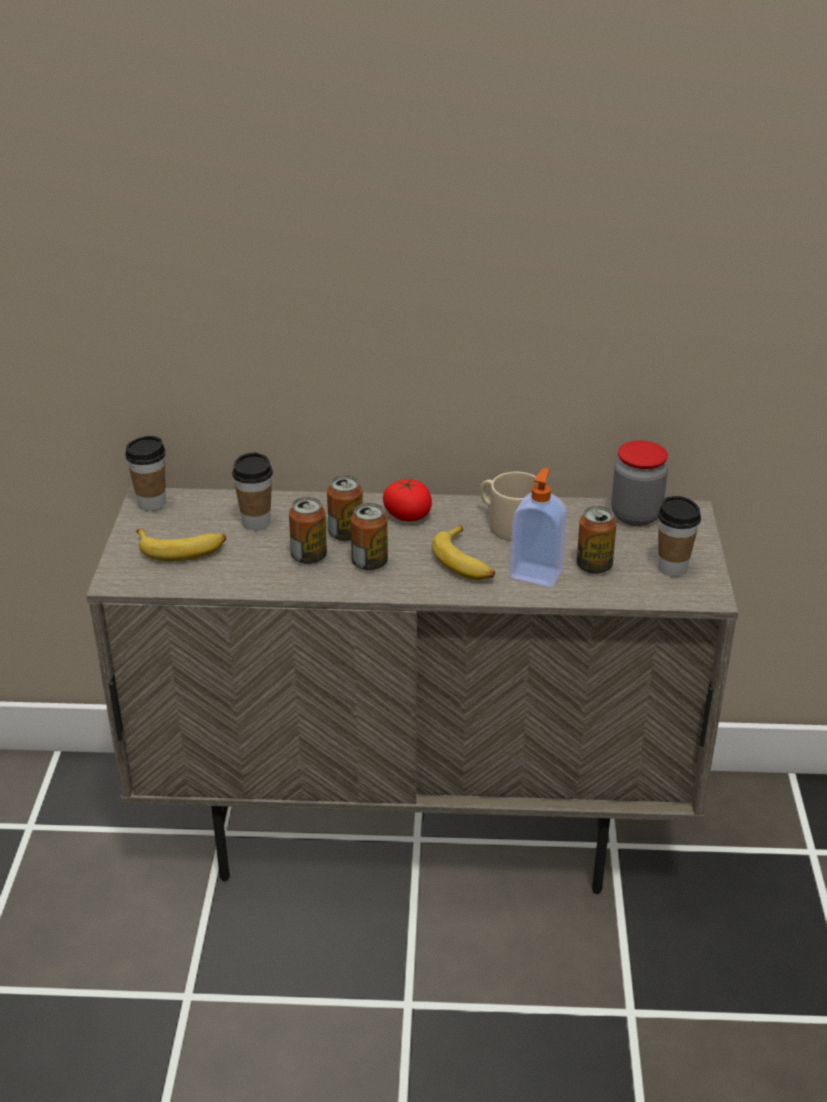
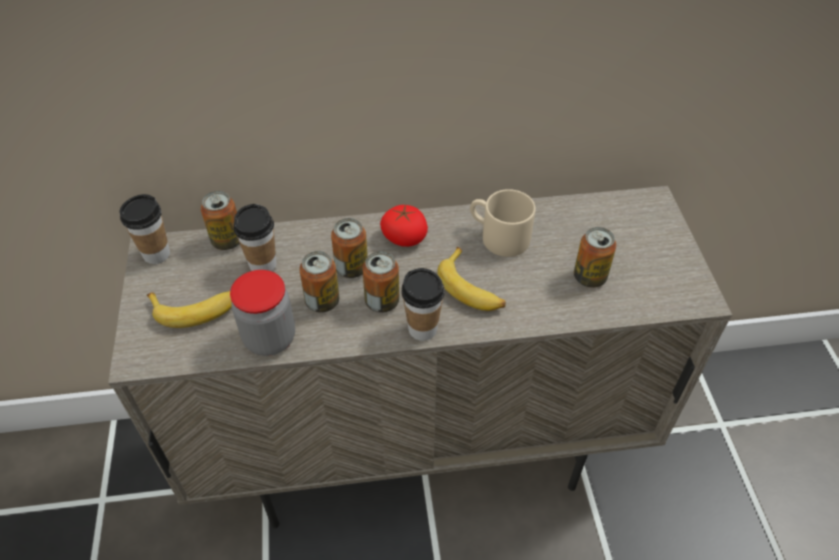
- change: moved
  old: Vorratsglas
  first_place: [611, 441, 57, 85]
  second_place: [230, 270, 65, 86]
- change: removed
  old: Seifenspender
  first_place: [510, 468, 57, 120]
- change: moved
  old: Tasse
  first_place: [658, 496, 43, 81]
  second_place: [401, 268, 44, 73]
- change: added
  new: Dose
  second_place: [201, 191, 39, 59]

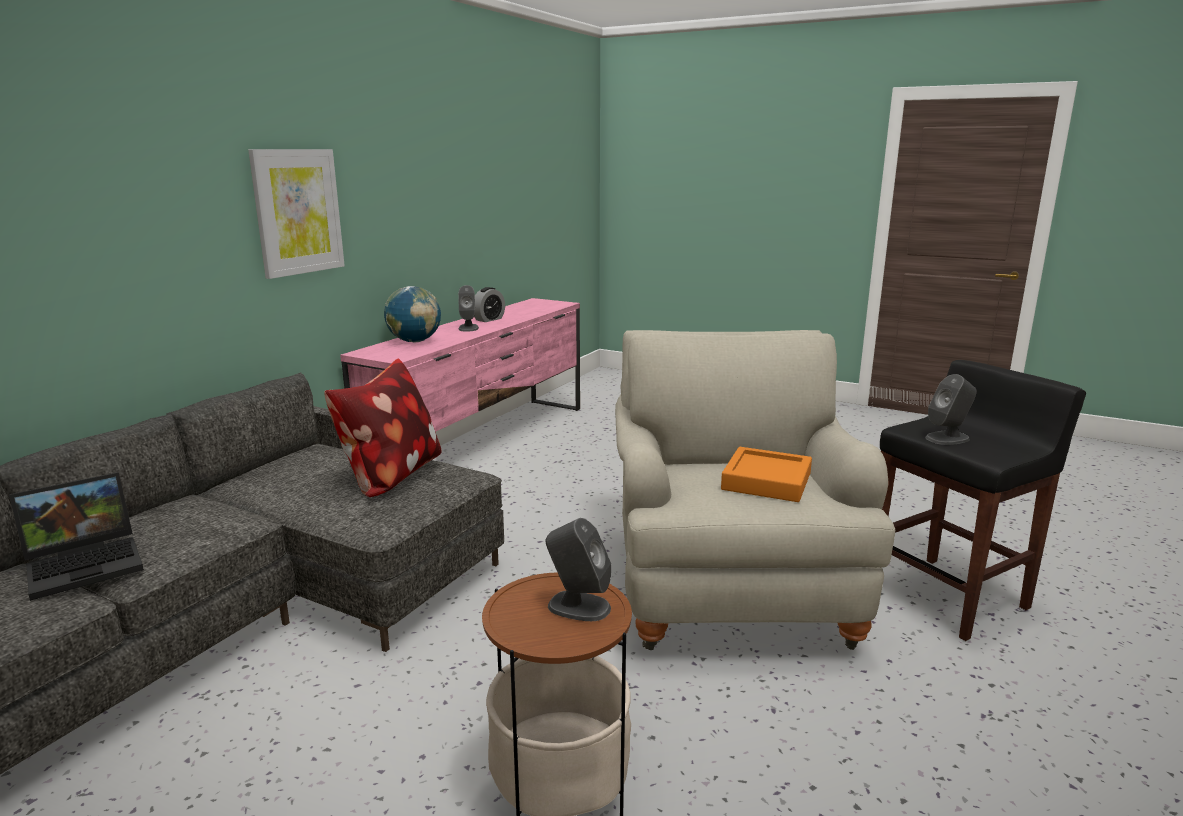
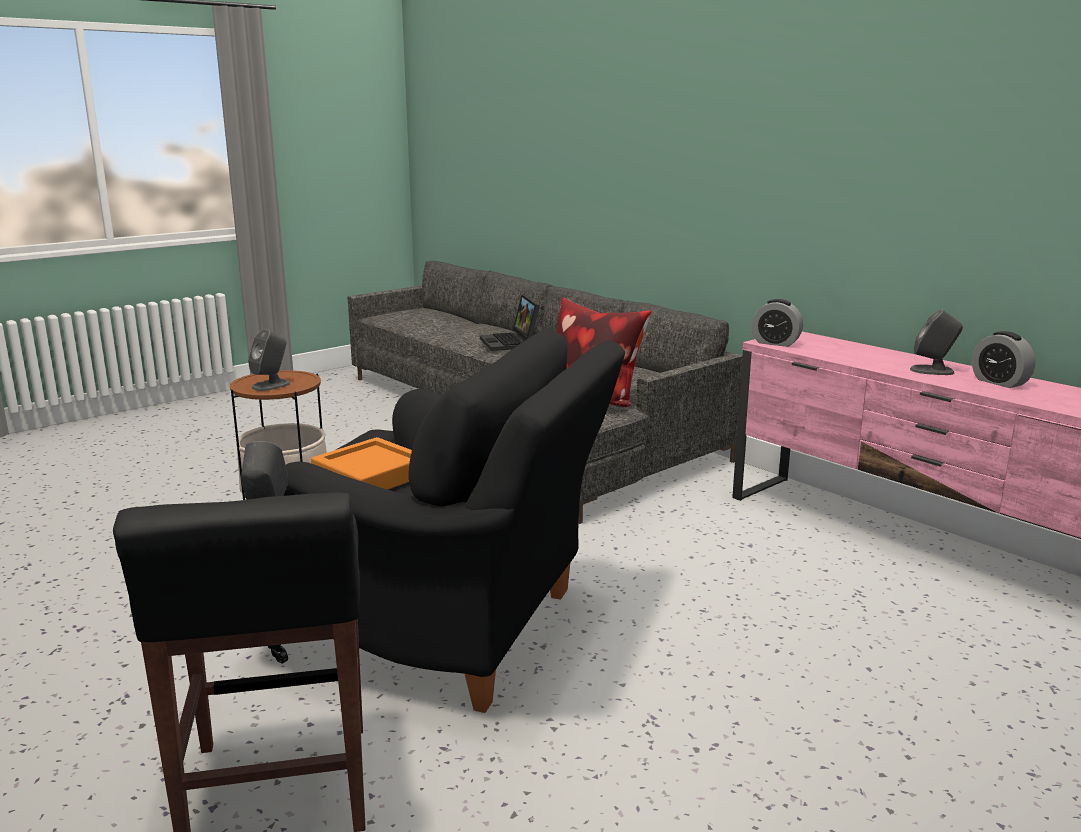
- change: removed
  old: Bild
  first_place: [248, 149, 97, 130]
- change: removed
  old: Globus
  first_place: [384, 286, 57, 56]
- change: recoloured
  old: Sessel [beige]
  new: Sessel [schwarz]
  first_place: [615, 330, 280, 320]
  second_place: [268, 328, 357, 385]
- change: added
  new: Wecker
  second_place: [751, 299, 52, 48]

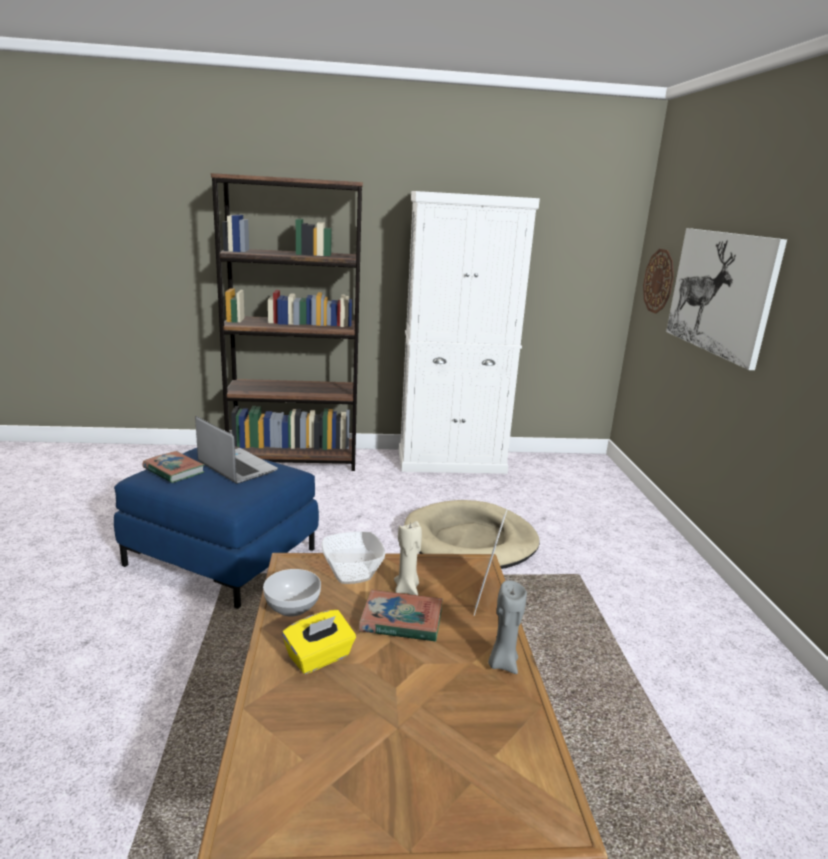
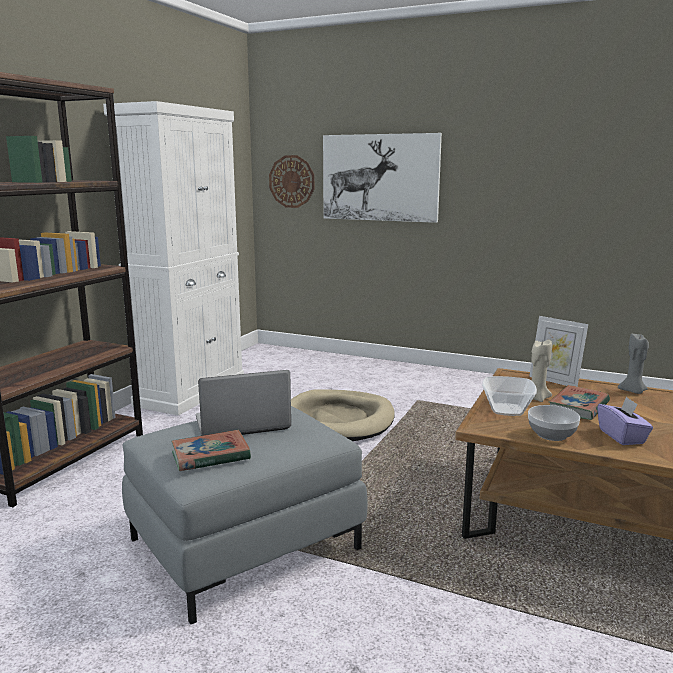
- change: recoloured
  old: Polsterhocker [blau]
  new: Polsterhocker [grau]
  first_place: [114, 448, 205, 161]
  second_place: [122, 406, 246, 218]
- change: recoloured
  old: Taschentuchbox [gelb]
  new: Taschentuchbox [lila]
  first_place: [282, 610, 74, 64]
  second_place: [597, 396, 56, 49]

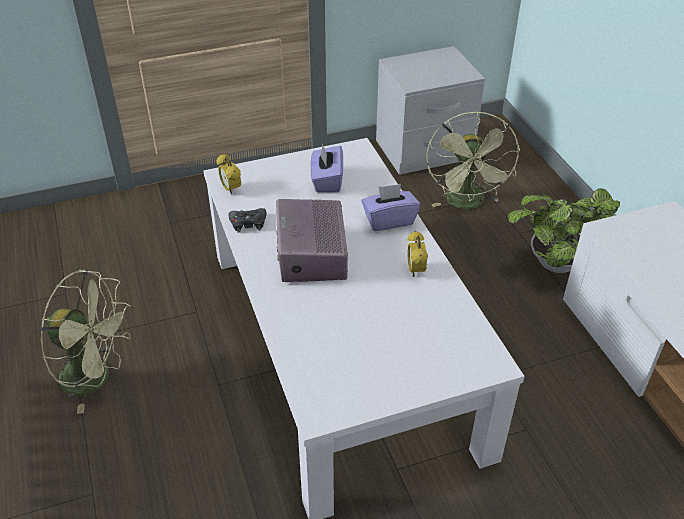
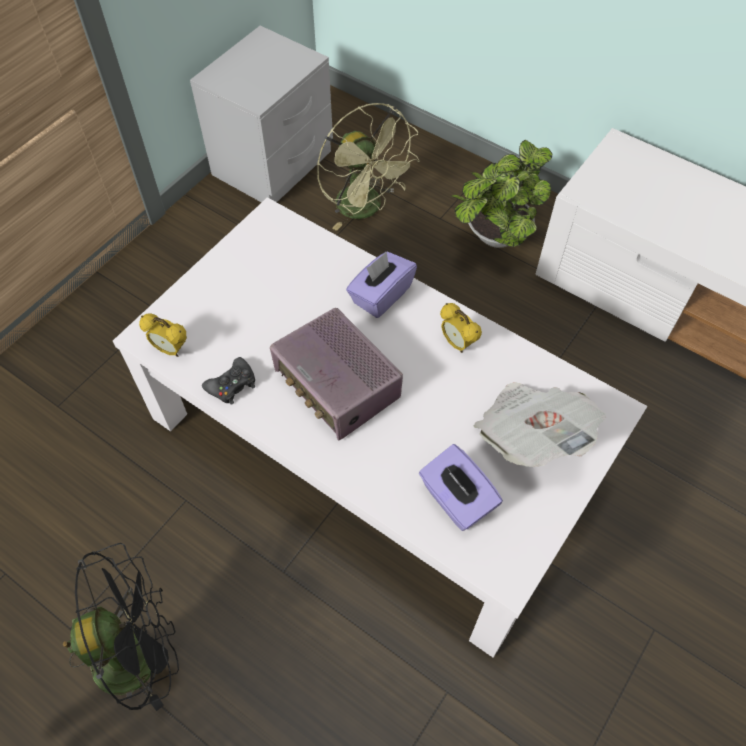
- change: moved
  old: Taschentuchbox [lila]
  first_place: [311, 143, 32, 49]
  second_place: [419, 444, 84, 87]
- change: recoloured
  old: Ventilator [grün]
  new: Ventilator [schwarz]
  first_place: [40, 269, 91, 145]
  second_place: [63, 543, 116, 168]
- change: added
  new: Zeitung
  second_place: [473, 382, 133, 85]

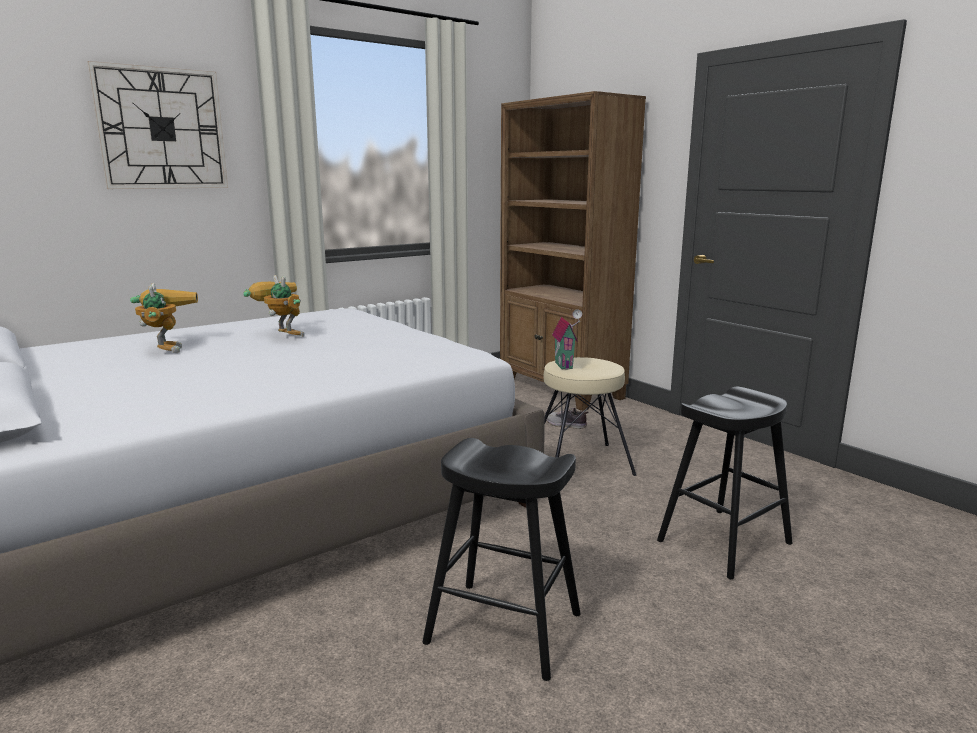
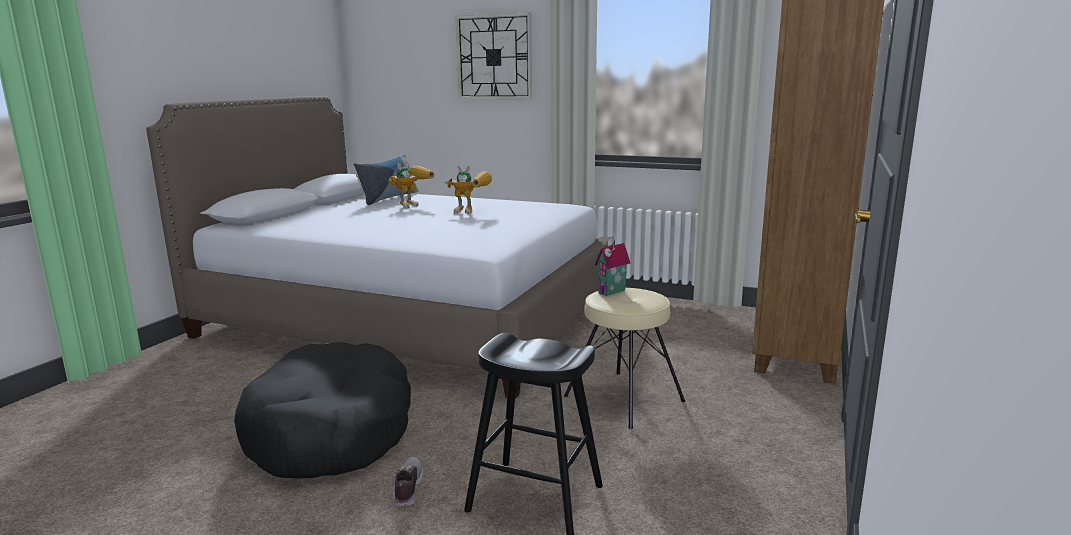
- change: turned
  old: Spielzeugroboter
  first_place: [243, 275, 62, 62]
  second_place: [445, 166, 47, 48]
  degrees: 90
- change: moved
  old: Schuh
  first_place: [544, 407, 44, 22]
  second_place: [394, 456, 30, 51]
- change: replaced
  old: Hocker [schwarz]
  new: Hundebett [schwarz]
  first_place: [422, 438, 159, 243]
  second_place: [234, 342, 177, 136]
- change: added
  new: Kissen
  second_place: [353, 154, 66, 51]

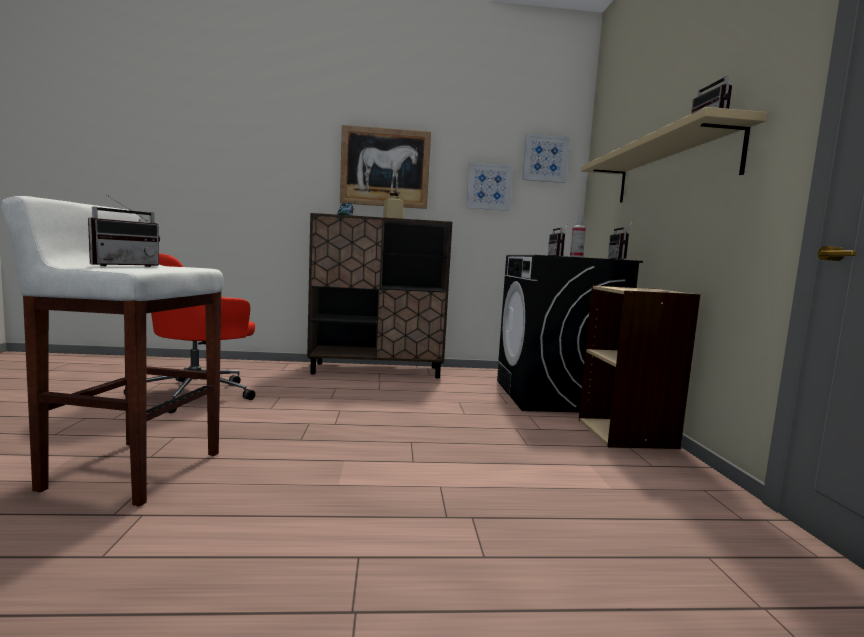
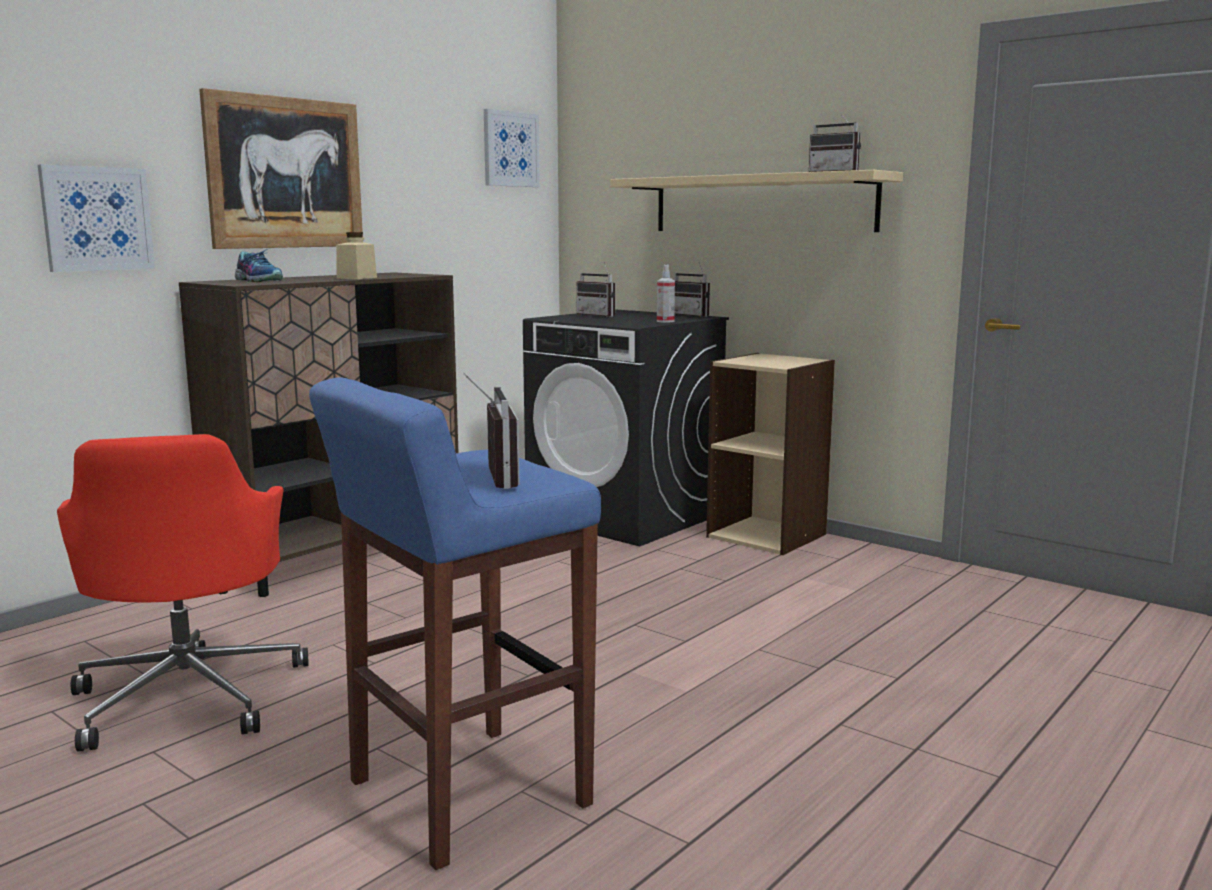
- change: moved
  old: Bild
  first_place: [466, 162, 47, 49]
  second_place: [38, 164, 117, 108]
- change: recoloured
  old: Hocker [weiß]
  new: Hocker [blau]
  first_place: [1, 196, 222, 310]
  second_place: [309, 377, 292, 493]

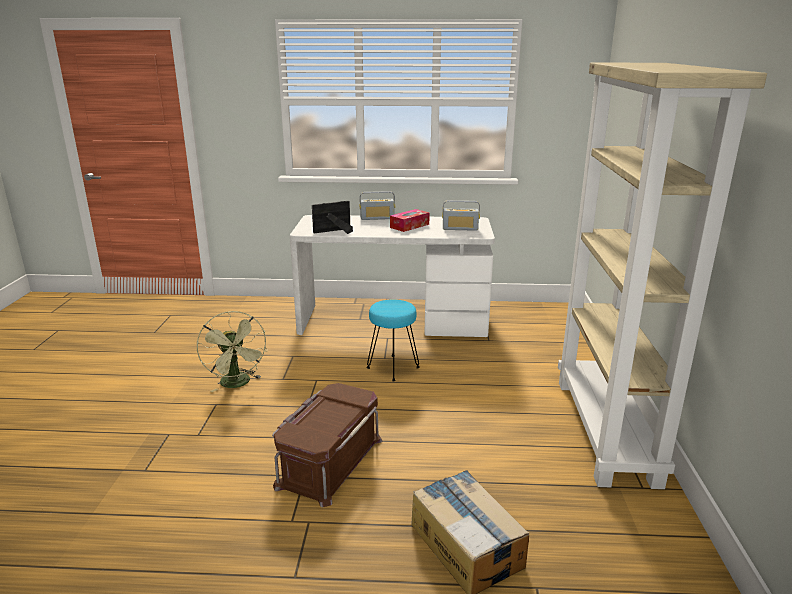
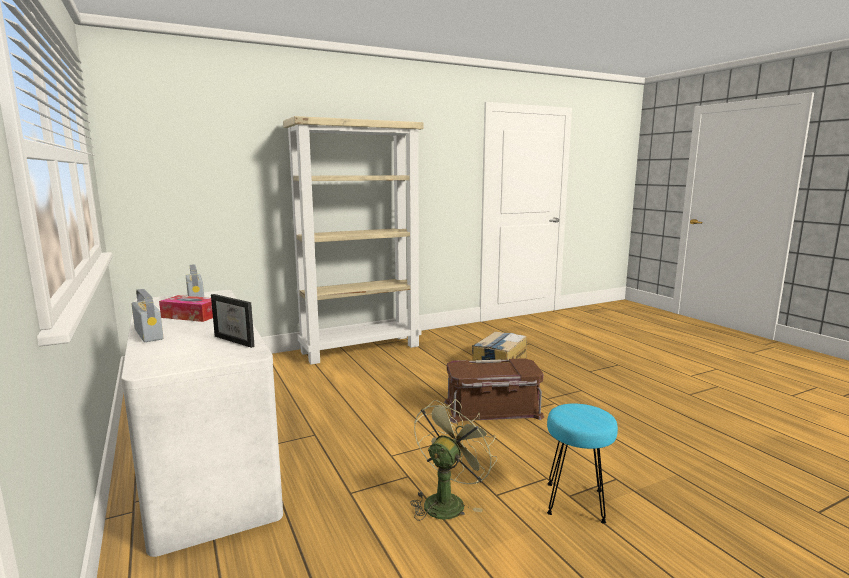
- change: moved
  old: Hocker [türkis]
  first_place: [367, 299, 53, 82]
  second_place: [547, 403, 71, 121]

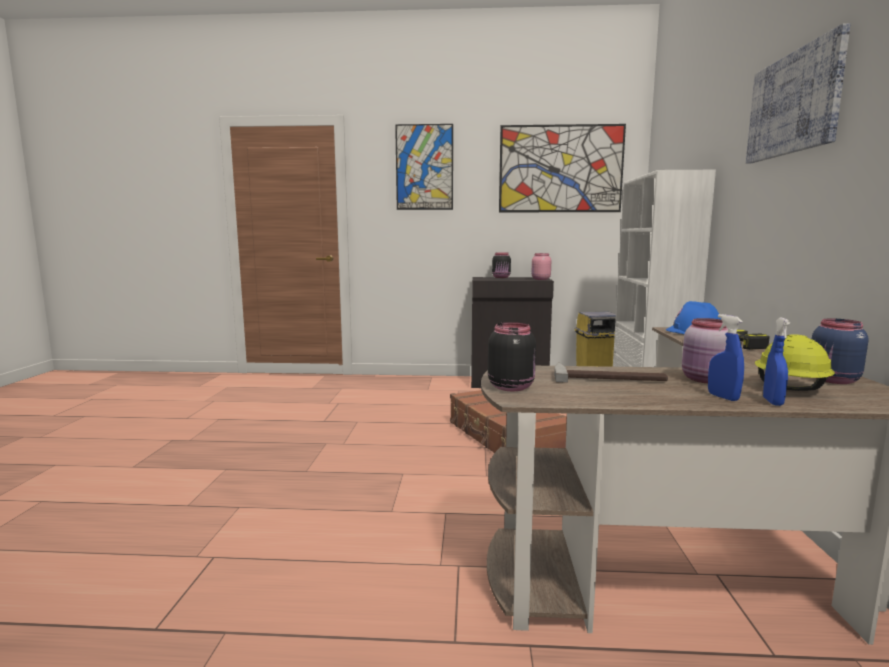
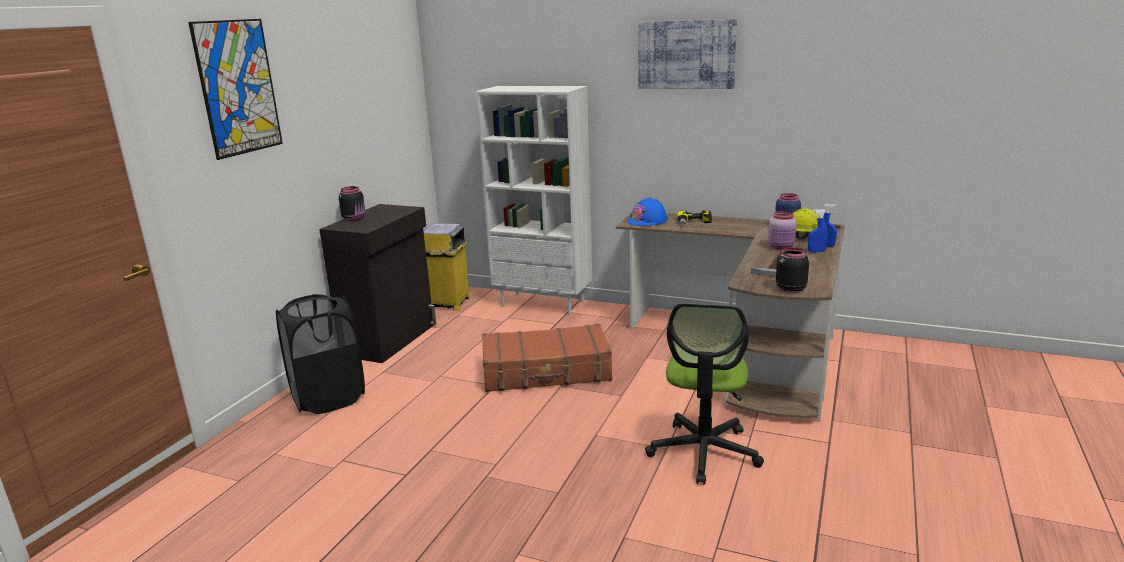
- change: removed
  old: Bild
  first_place: [499, 124, 127, 88]
- change: removed
  old: Vorratsglas [rosa]
  first_place: [531, 253, 20, 27]
- change: added
  new: Wäschekorb [schwarz]
  second_place: [276, 294, 89, 120]
- change: added
  new: Bürostuhl
  second_place: [645, 303, 119, 182]

